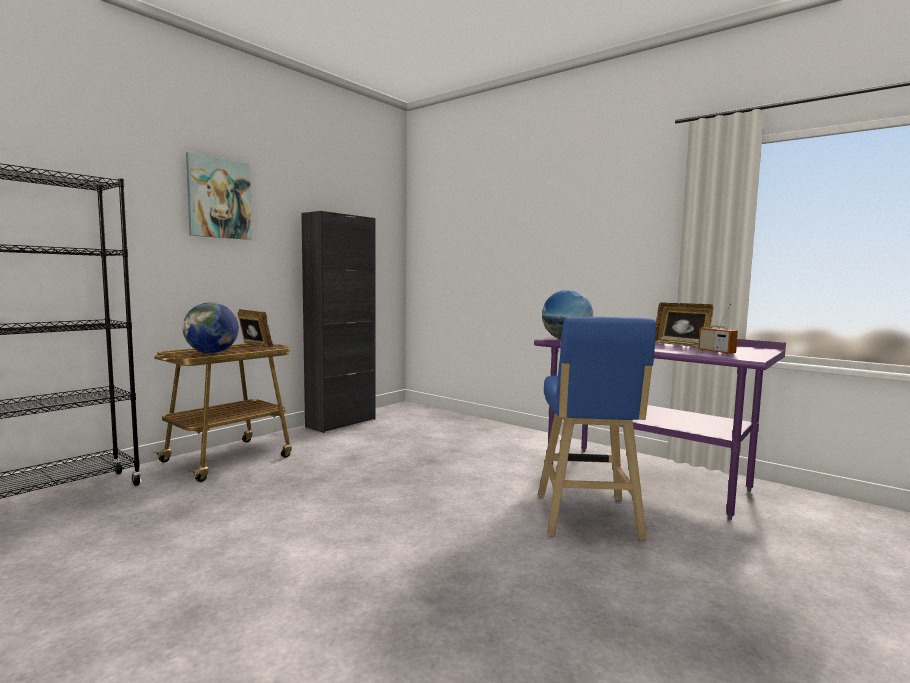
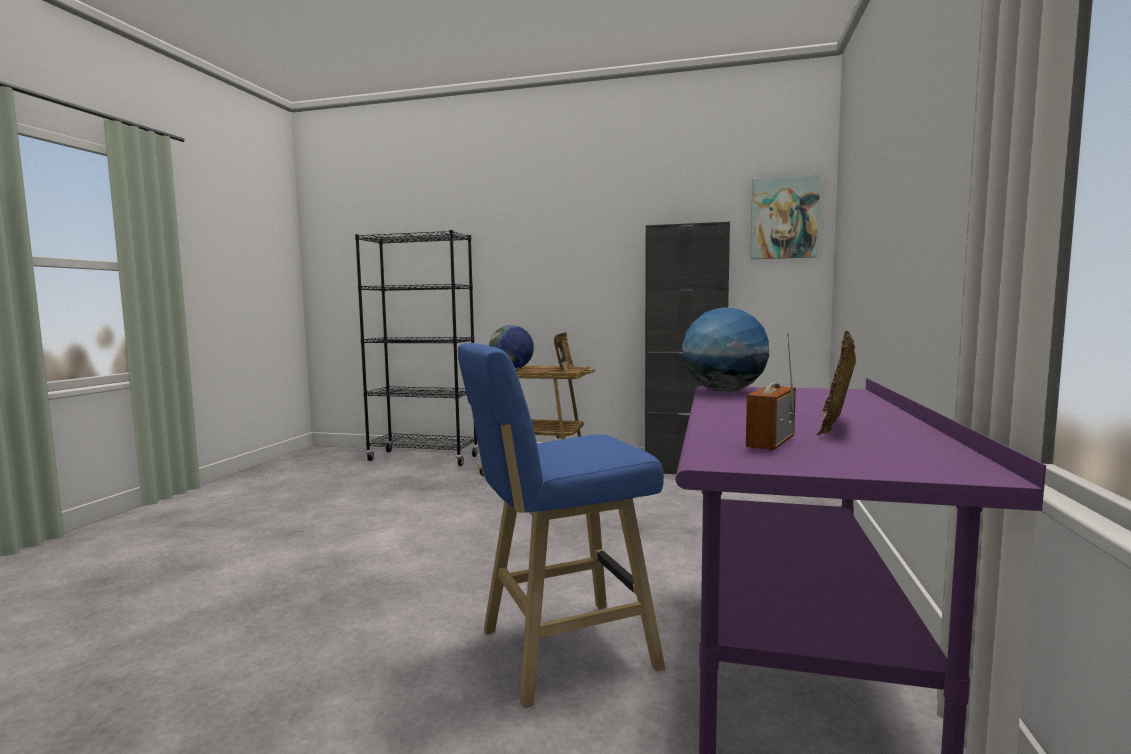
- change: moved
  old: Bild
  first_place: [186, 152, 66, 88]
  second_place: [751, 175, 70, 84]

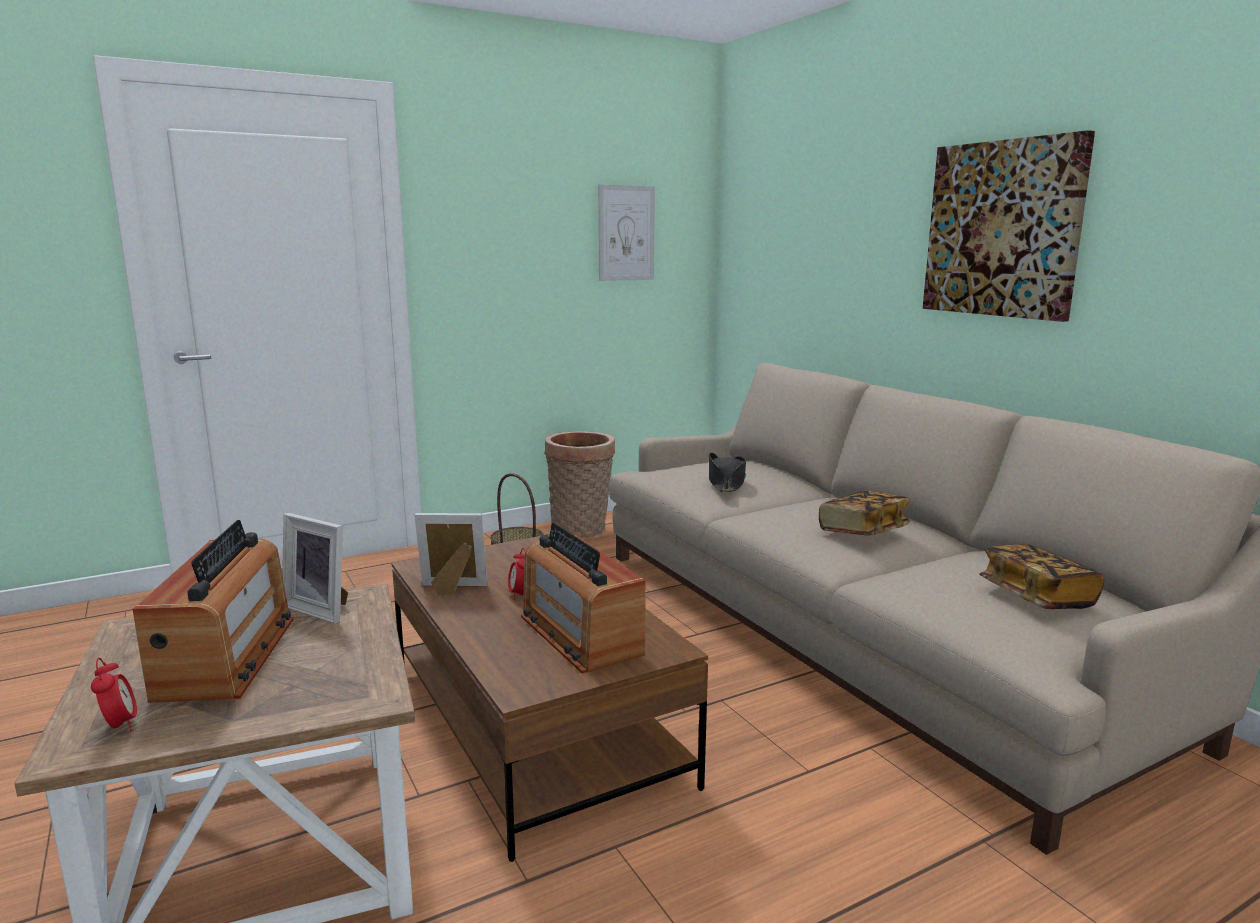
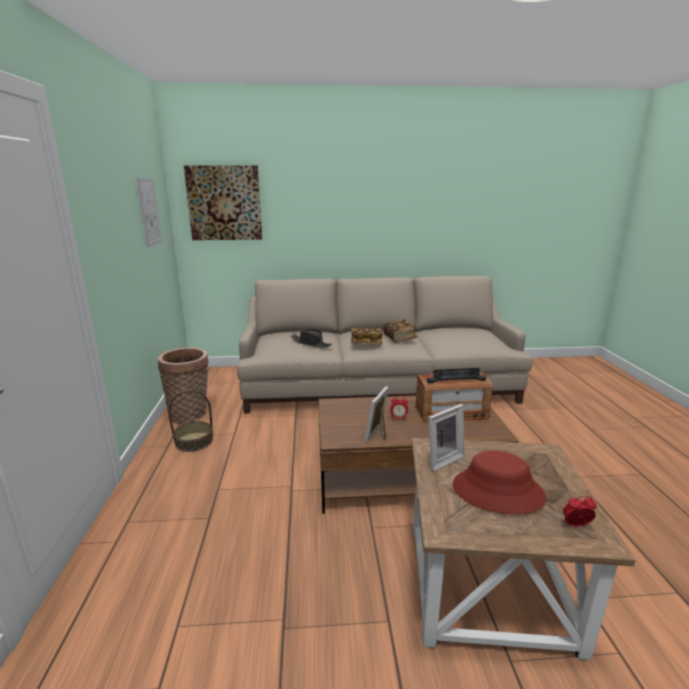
- change: moved
  old: Bild
  first_place: [923, 130, 172, 192]
  second_place: [184, 165, 78, 75]
- change: replaced
  old: Radio
  new: Hut [rot]
  first_place: [133, 520, 160, 183]
  second_place: [453, 450, 94, 64]
- change: moved
  old: Buch
  first_place: [979, 544, 125, 65]
  second_place: [351, 327, 32, 17]

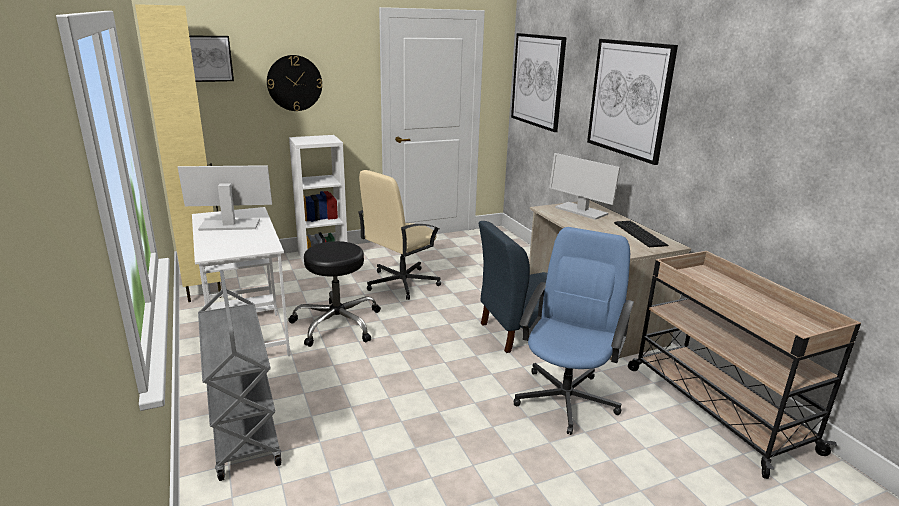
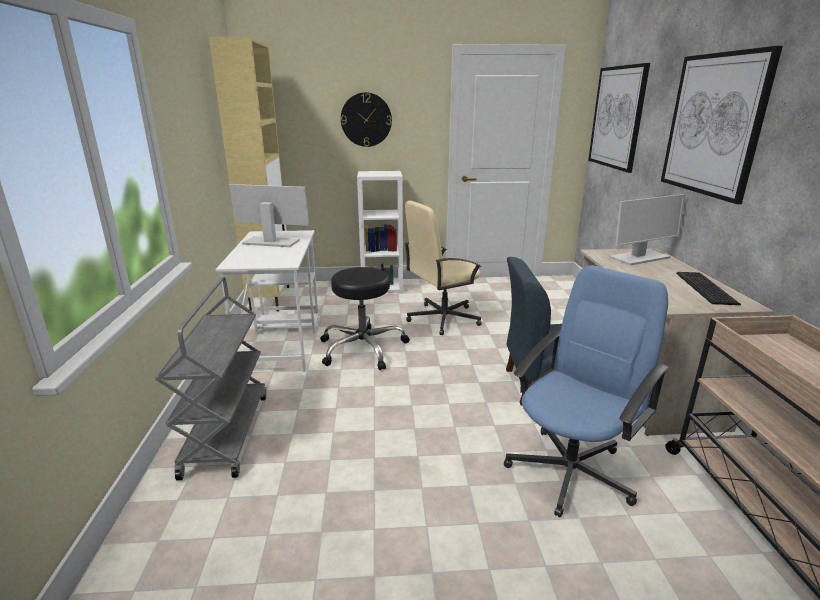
- change: removed
  old: Bild
  first_place: [189, 36, 45, 46]
- change: turned
  old: Monitor
  first_place: [549, 153, 71, 67]
  second_place: [609, 194, 77, 72]
  degrees: -90

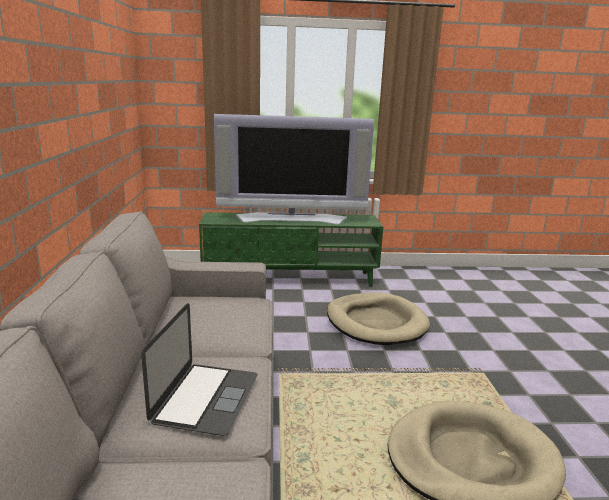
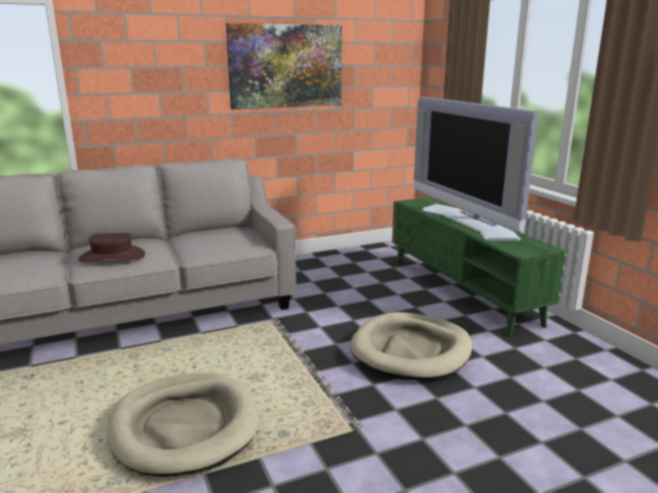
- change: replaced
  old: Laptop
  new: Hut [braun]
  first_place: [141, 303, 116, 133]
  second_place: [78, 233, 67, 28]
- change: added
  new: Bild
  second_place: [226, 23, 116, 86]

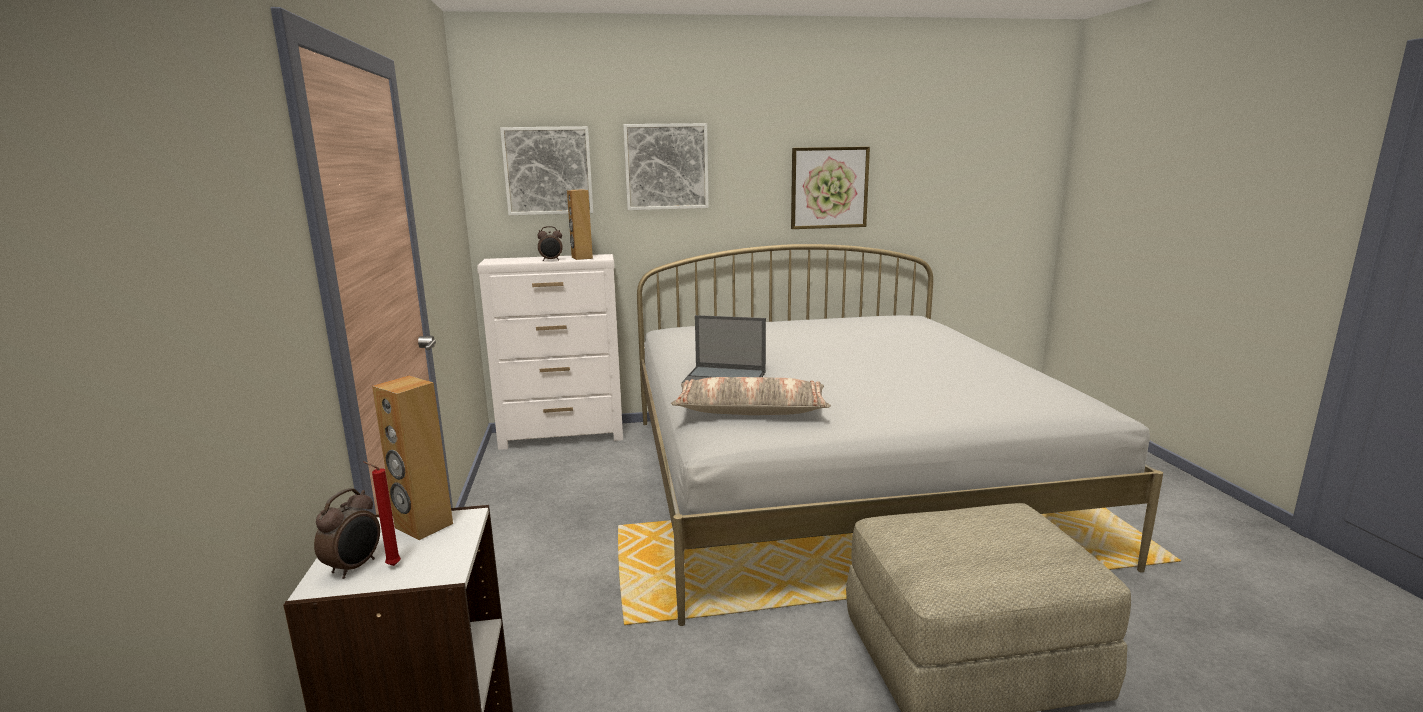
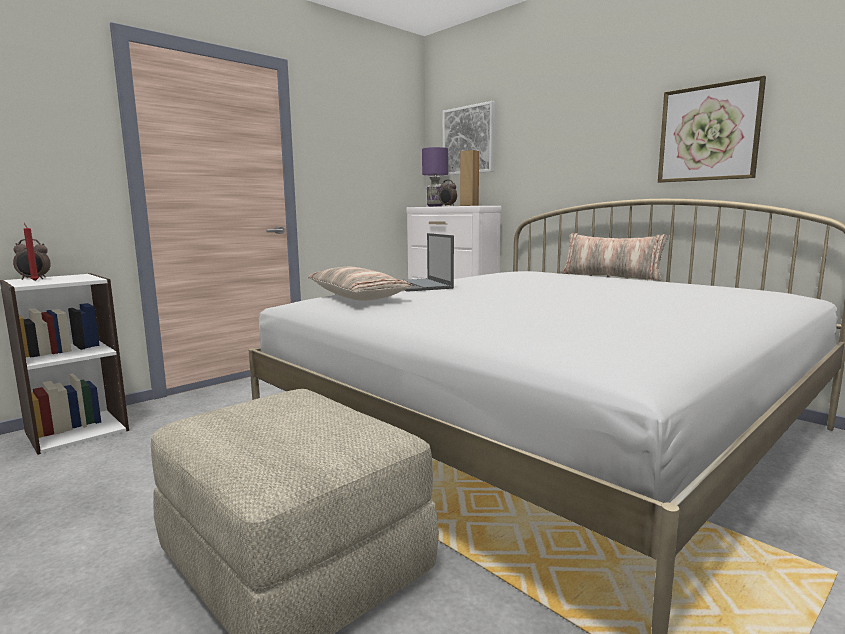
- change: removed
  old: Bild
  first_place: [623, 123, 86, 87]
- change: removed
  old: Lautsprecher [braun]
  first_place: [372, 376, 81, 164]
- change: added
  new: Tischlampe [lila]
  second_place: [422, 147, 26, 60]
- change: added
  new: Kissen
  second_place: [561, 233, 107, 48]

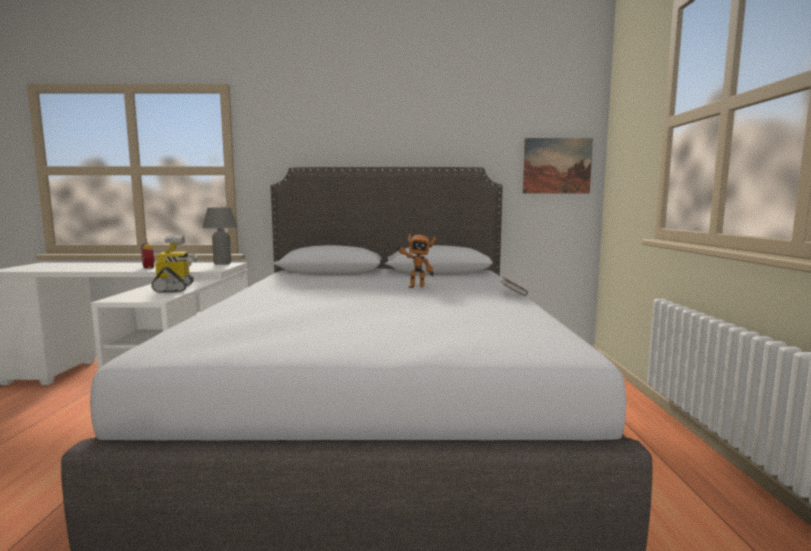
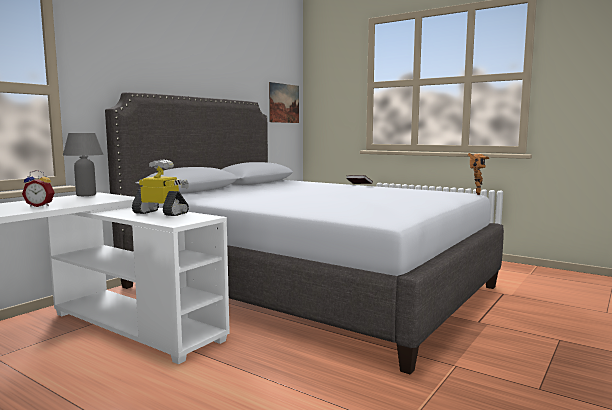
- change: moved
  old: Spielzeugroboter
  first_place: [396, 234, 40, 54]
  second_place: [468, 153, 21, 42]

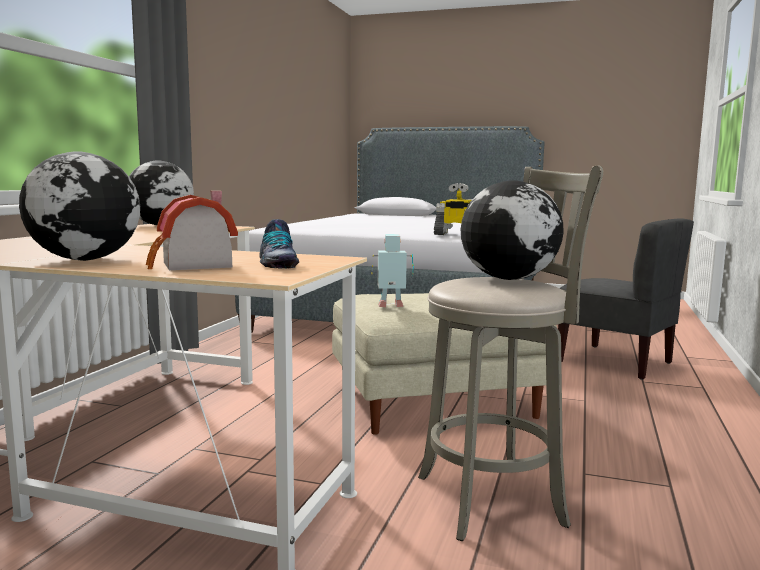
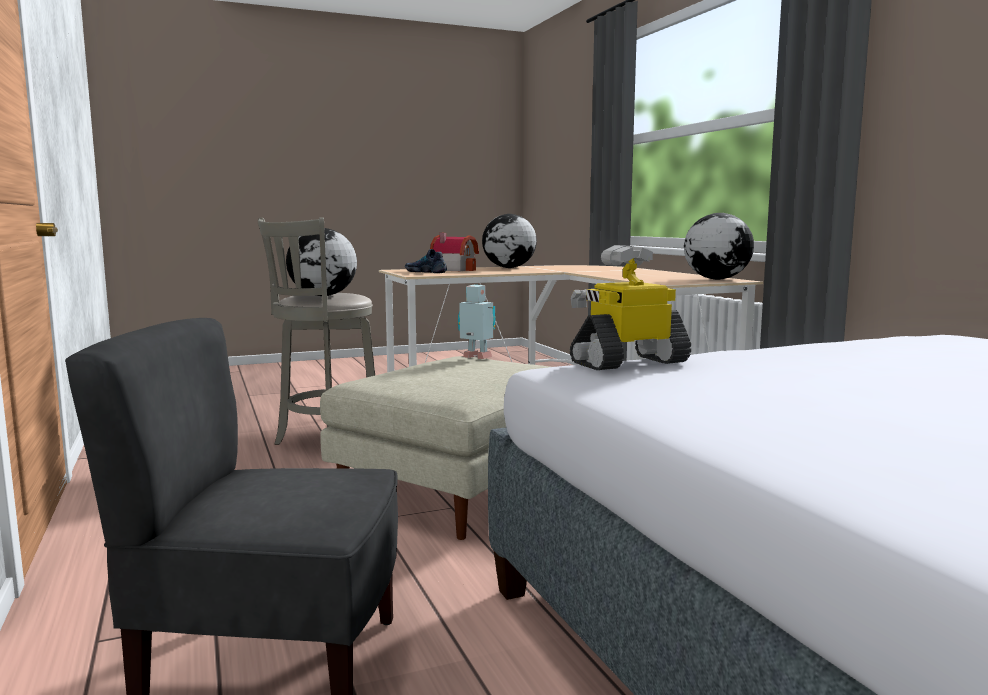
- change: turned
  old: Spielzeugroboter
  first_place: [371, 234, 43, 73]
  second_place: [458, 285, 38, 74]
  degrees: -105

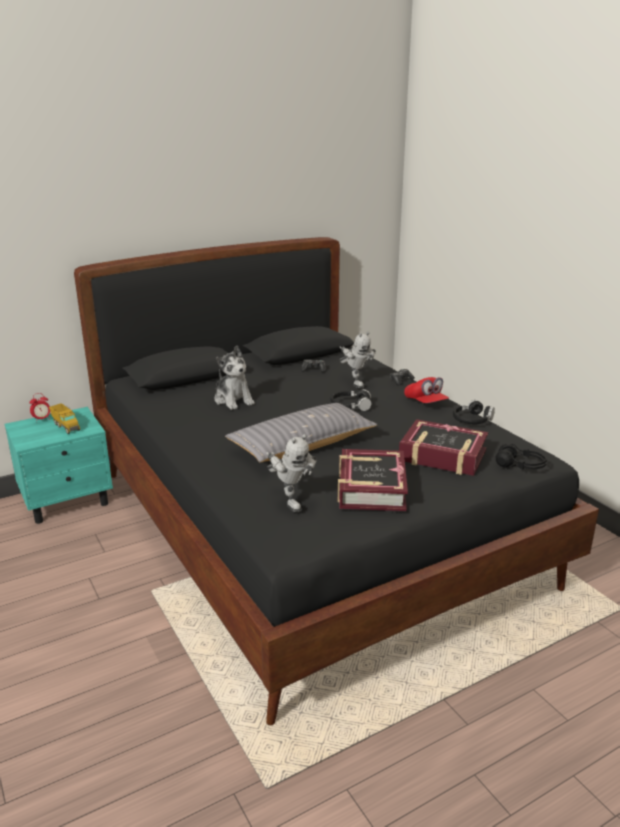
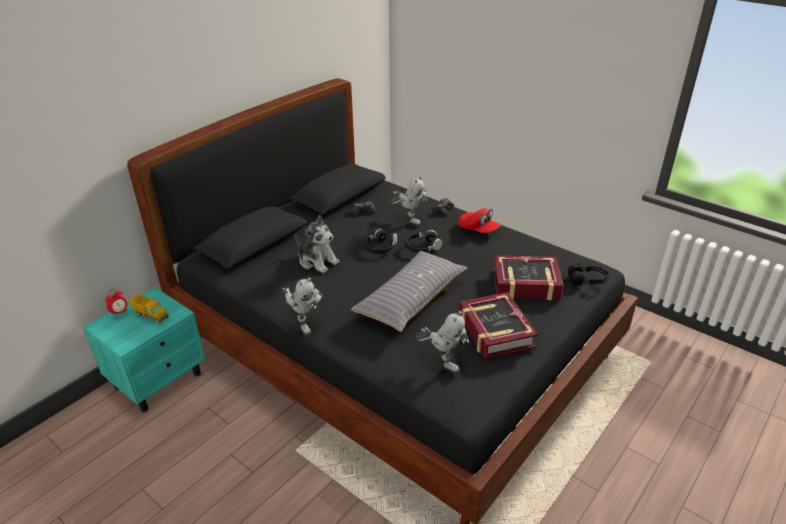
- change: moved
  old: Kopfhörer [schwarz]
  first_place: [453, 400, 42, 24]
  second_place: [364, 229, 33, 24]
- change: added
  new: Spielzeugroboter
  second_place: [283, 278, 40, 57]

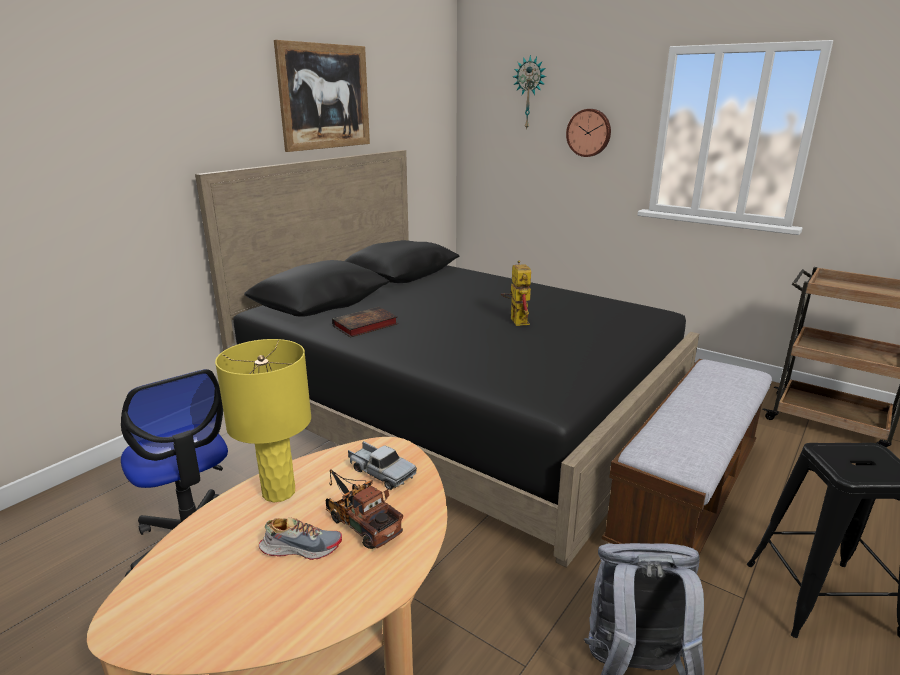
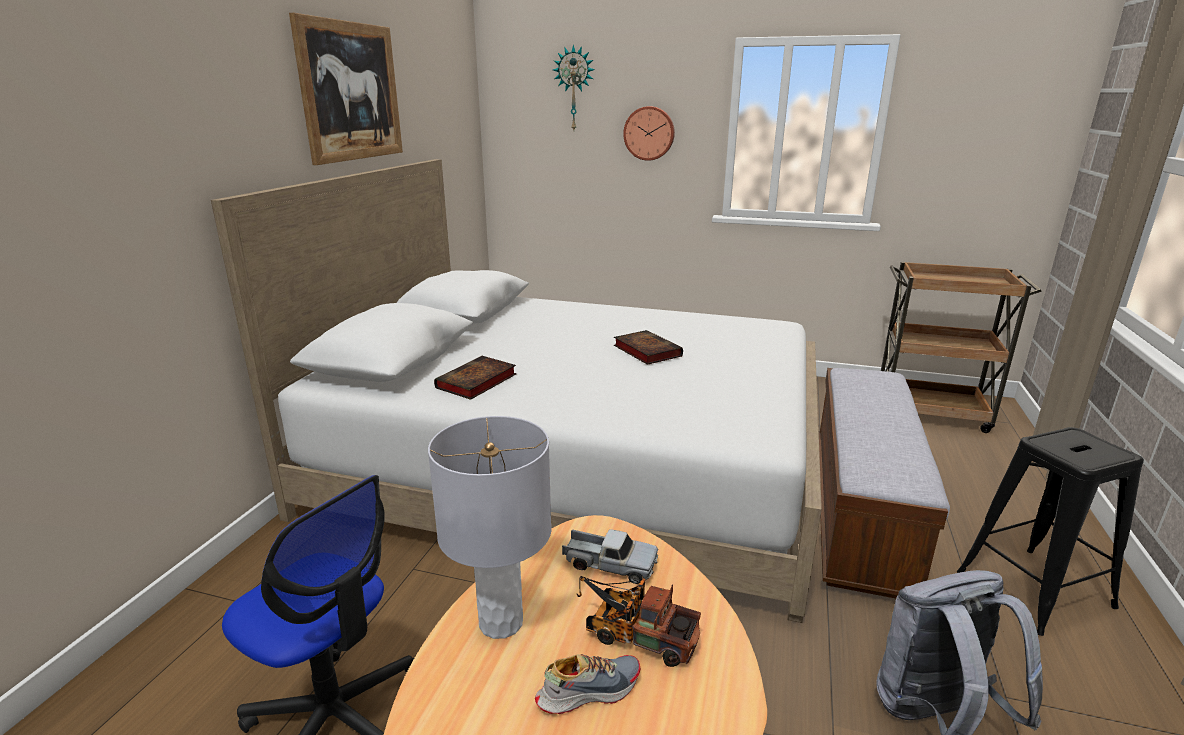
- change: recoloured
  old: Bett [schwarz]
  new: Bett [weiß]
  first_place: [195, 150, 504, 418]
  second_place: [211, 159, 611, 464]
- change: replaced
  old: Spielzeugroboter
  new: Buch
  first_place: [501, 260, 30, 66]
  second_place: [614, 330, 69, 35]
- change: recoloured
  old: Tischlampe [gelb]
  new: Tischlampe [grau]
  first_place: [215, 339, 96, 163]
  second_place: [428, 416, 124, 223]

